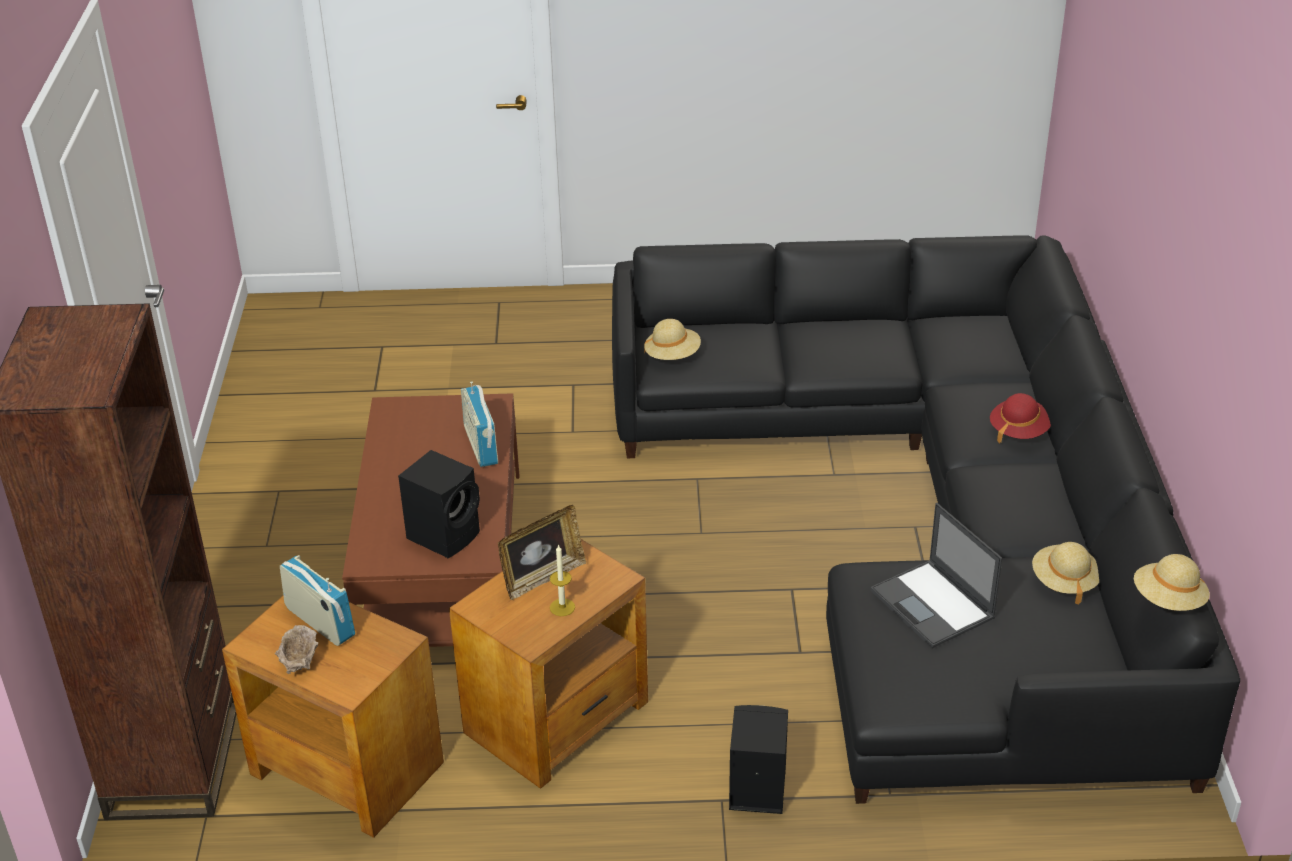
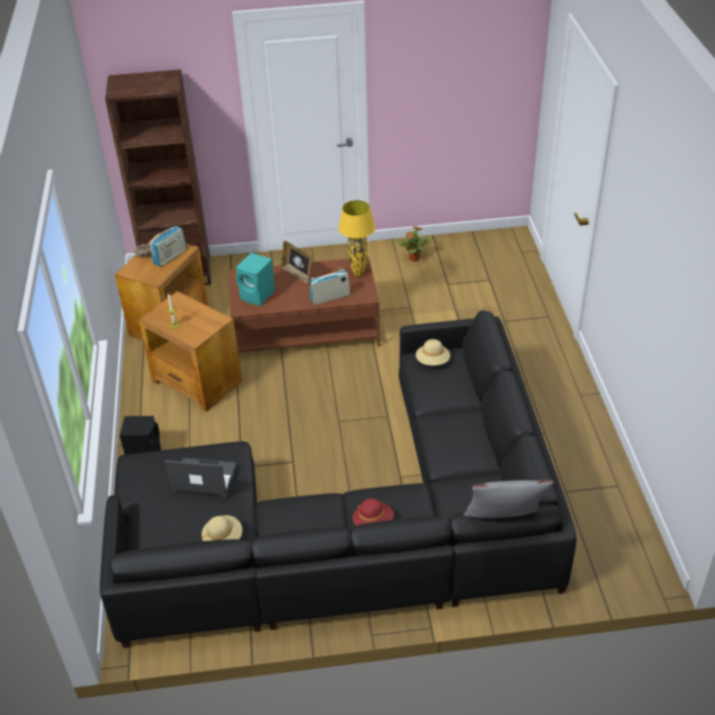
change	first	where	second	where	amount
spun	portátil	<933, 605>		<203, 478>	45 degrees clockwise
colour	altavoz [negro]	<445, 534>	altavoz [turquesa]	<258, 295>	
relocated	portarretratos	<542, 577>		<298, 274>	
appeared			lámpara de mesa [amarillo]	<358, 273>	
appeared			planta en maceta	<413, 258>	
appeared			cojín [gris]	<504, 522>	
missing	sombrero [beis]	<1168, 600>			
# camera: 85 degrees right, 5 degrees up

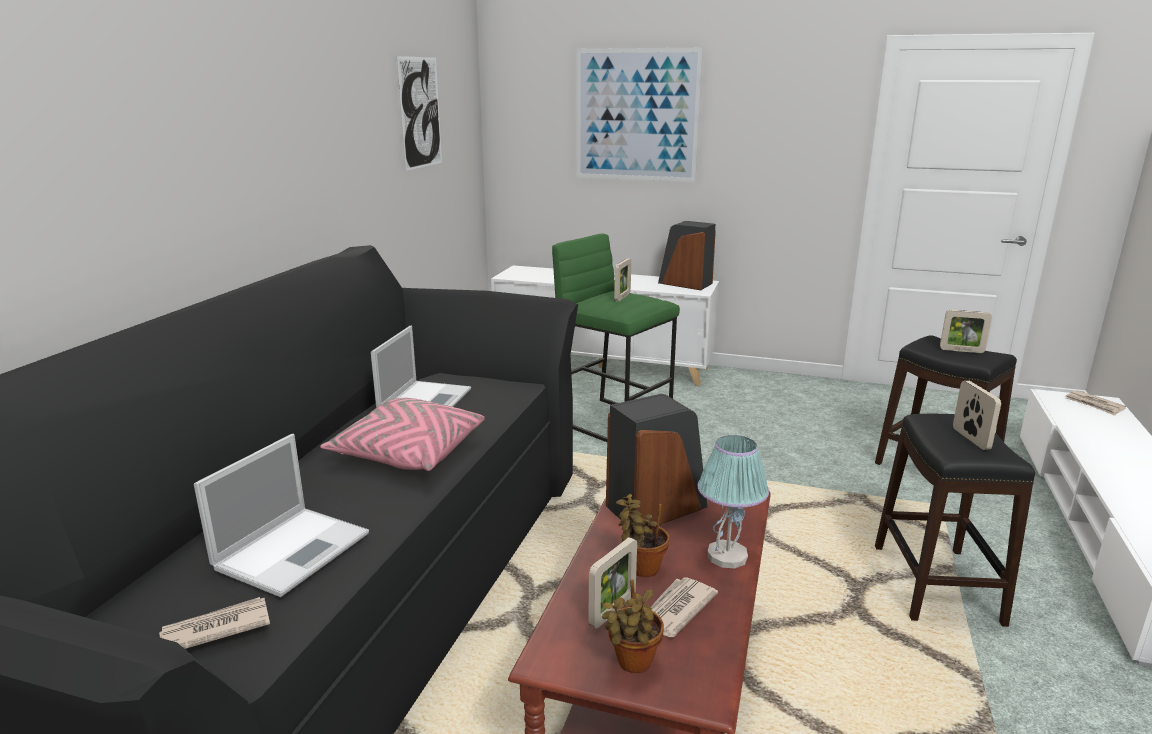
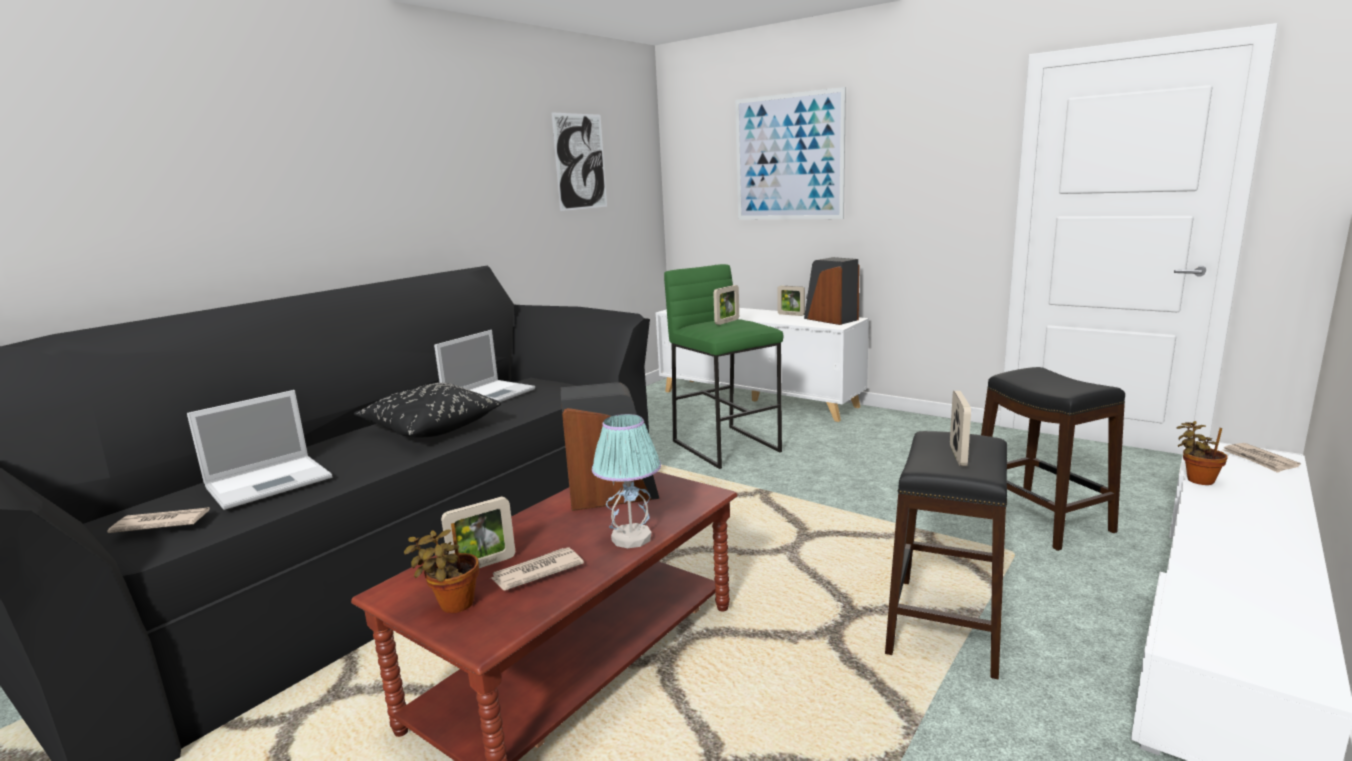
change	first	where	second	where	amount
colour	cojín [rosa]	<408, 453>	cojín [negro]	<430, 428>	
relocated	portarretratos	<961, 350>		<791, 315>	
relocated	planta en maceta	<640, 567>		<1197, 479>	
# camera: 20 degrees right, 5 degrees down

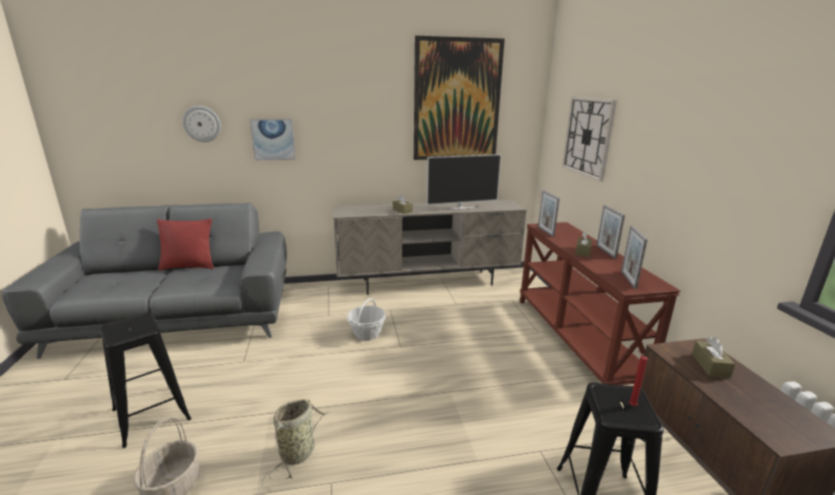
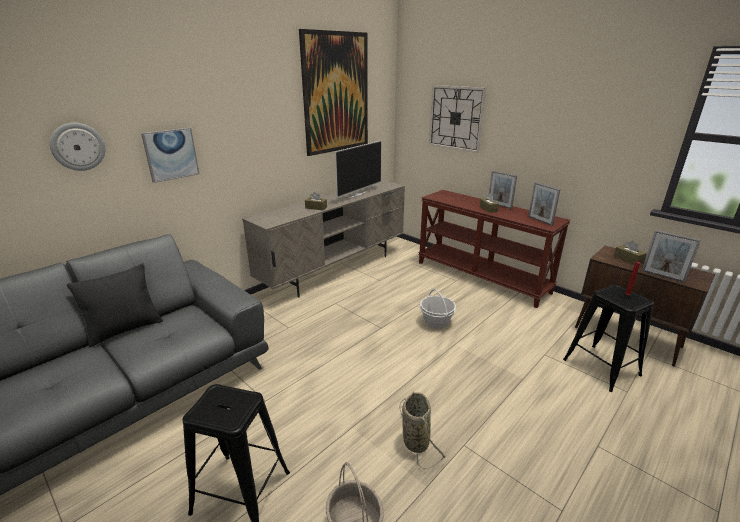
change	first	where	second	where	amount
colour	cojín [rojo]	<189, 266>	cojín [negro]	<125, 329>	
relocated	cesta	<367, 333>		<436, 322>	
relocated	portarretratos	<545, 231>		<662, 276>	
# camera: 35 degrees left, 5 degrees up

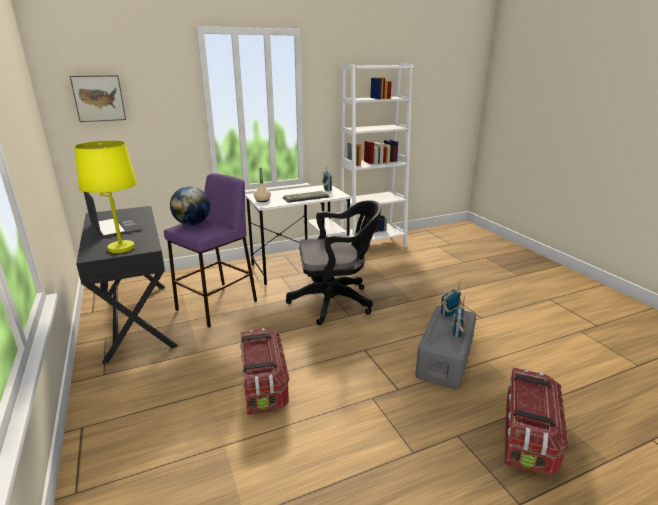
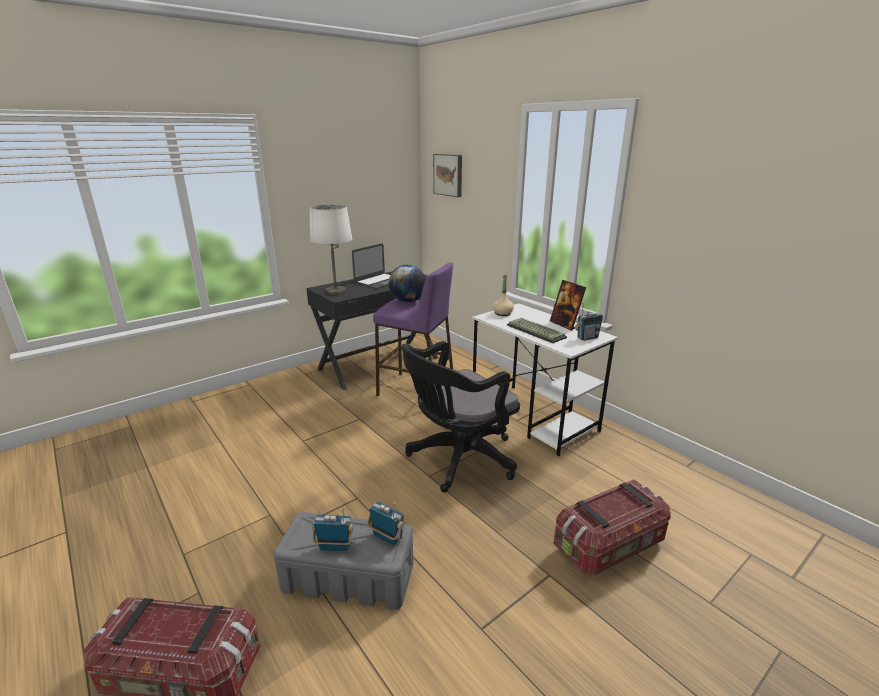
change	first	where	second	where	amount
colour	lámpara de mesa [amarillo]	<121, 248>	lámpara de mesa [blanco]	<336, 291>	
spun	silla de oficina [negro]	<335, 302>		<458, 460>	75 degrees clockwise
appeared			portarretratos	<565, 324>	
relocated	caja de almacenaje	<263, 384>		<610, 546>	
missing	estantería [blanco]	<372, 245>			
# camera: 75 degrees right, 0 degrees up

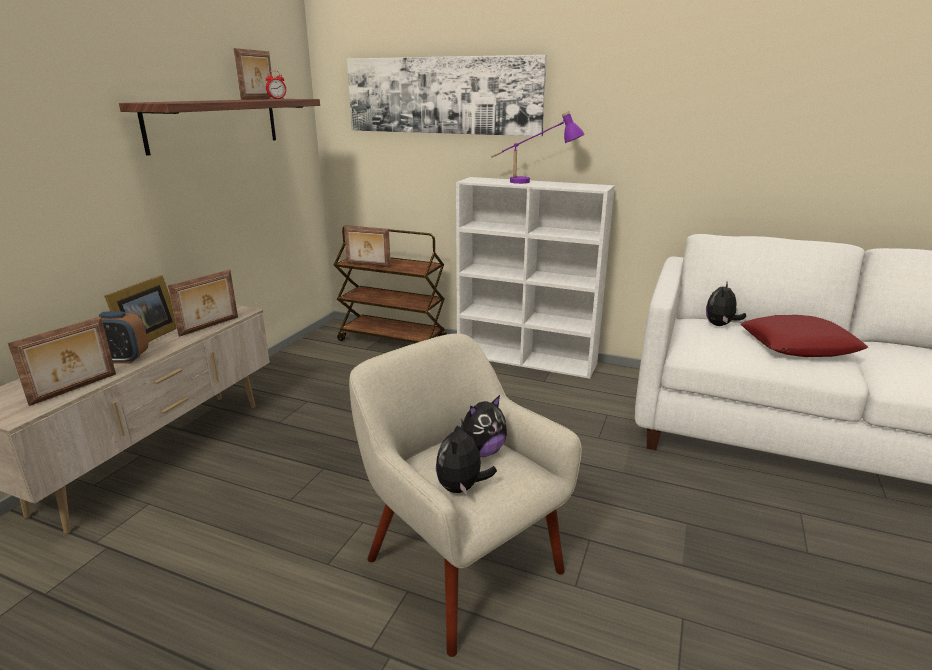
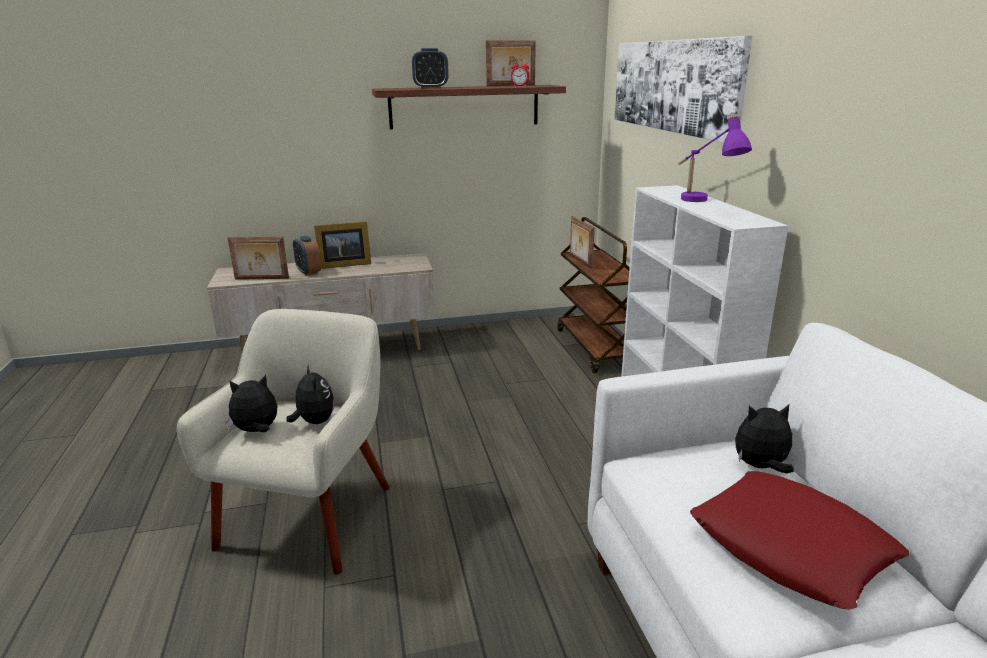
change	first	where	second	where	amount
spun	peluche	<481, 452>		<314, 422>	135 degrees counterclockwise
appeared			despertador	<431, 88>	
missing	portarretratos	<210, 326>			
# camera: 55 degrees right, 0 degrees up

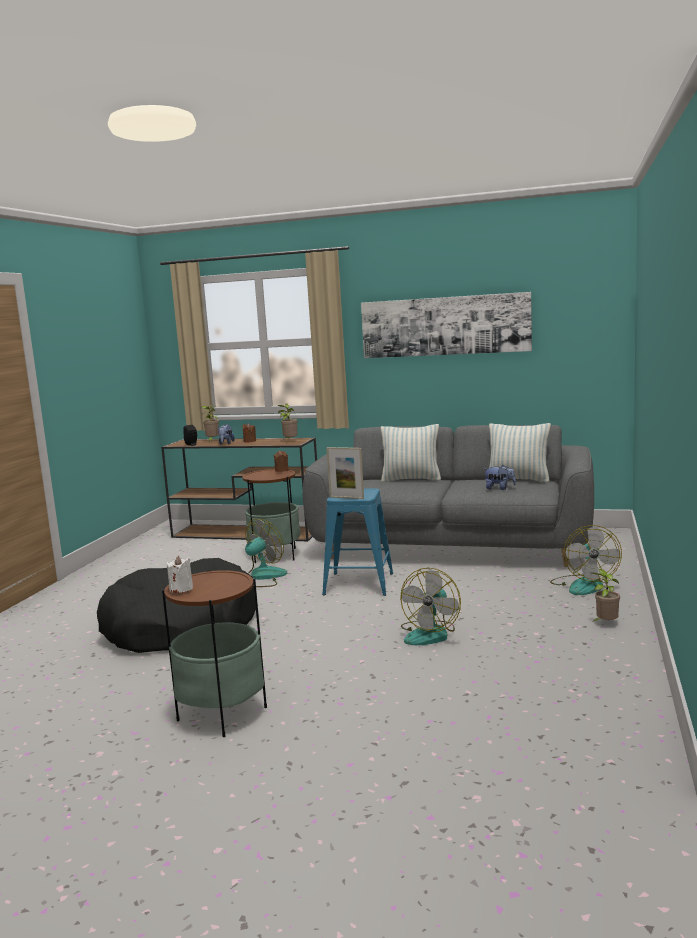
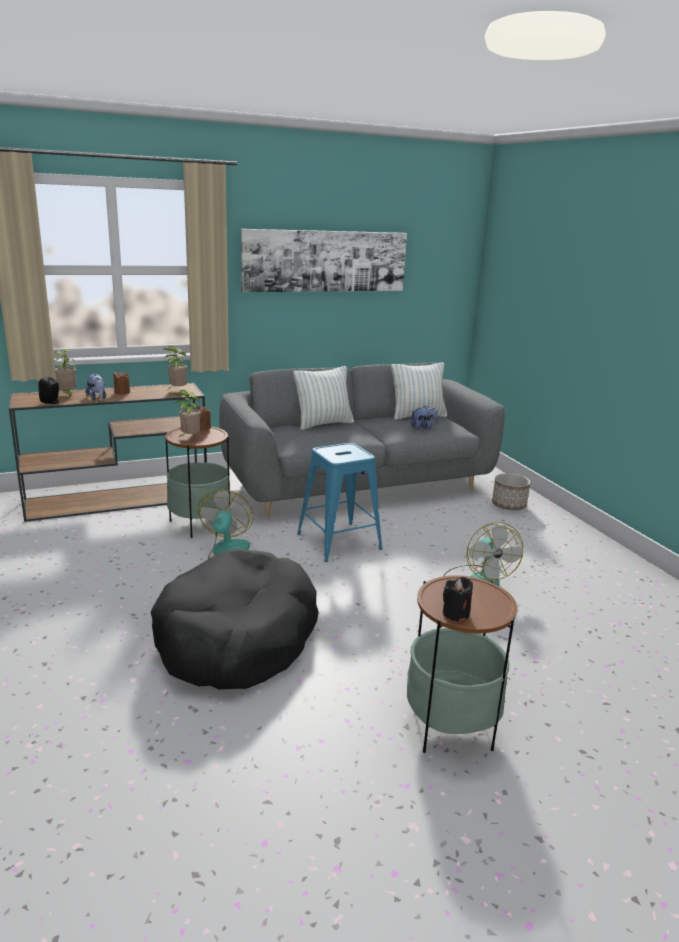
change	first	where	second	where	amount
relocated	planta en maceta	<605, 624>		<189, 438>	
colour	vela [blanco]	<181, 589>	vela [negro]	<455, 613>	
exchanged	ventilador	<583, 585>	maceta	<509, 505>	
missing	portarretratos	<346, 498>			
# camera: 40 degrees left, 10 degrees up

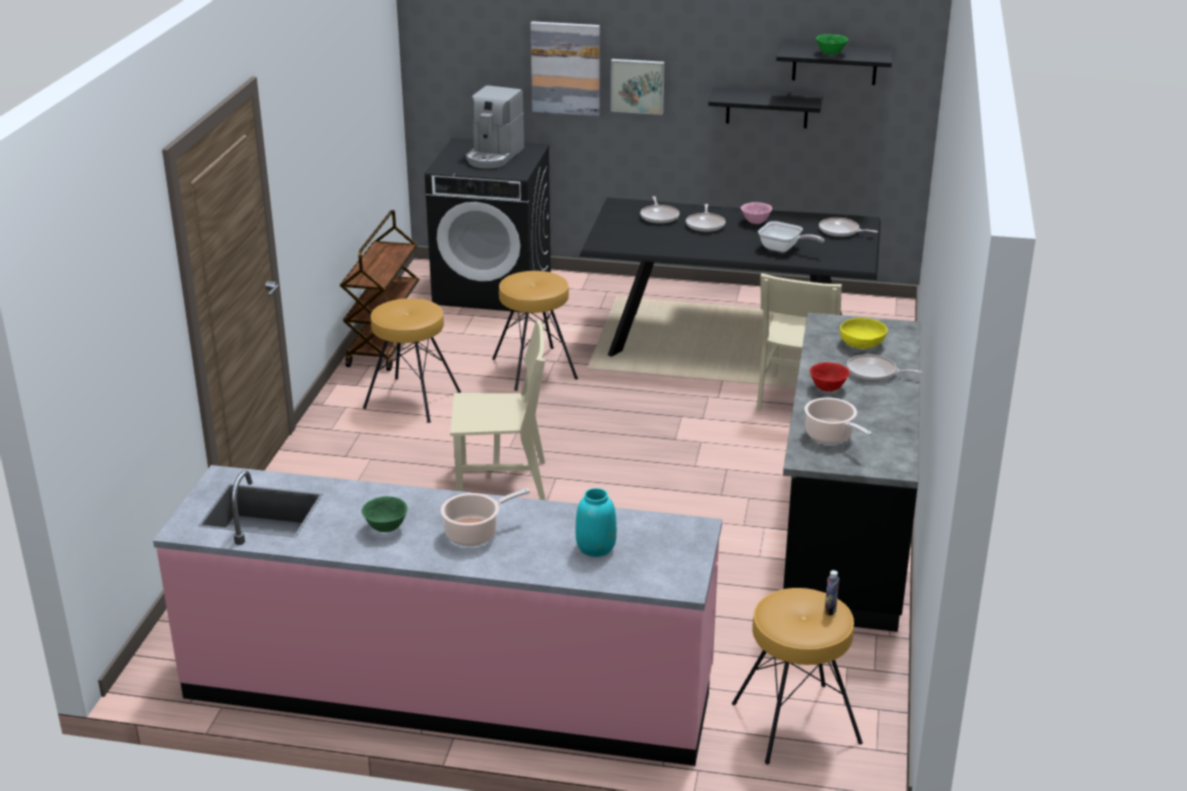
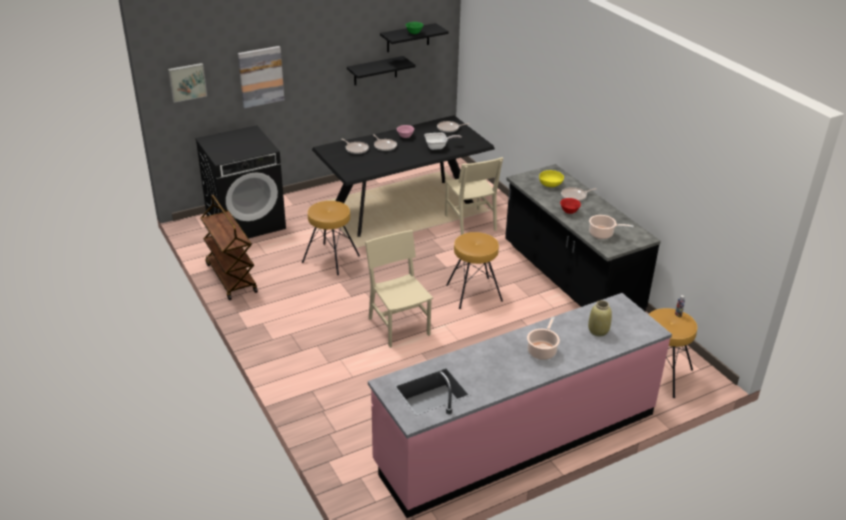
change	first	where	second	where	amount
relocated	cuadro	<637, 85>		<187, 82>	
spun	silla [beis]	<502, 482>		<399, 326>	75 degrees counterclockwise
relocated	taburete [marrón]	<412, 399>		<473, 292>	
colour	florero [turquesa]	<595, 547>	florero [beis]	<598, 331>	
missing	cuenco [verde]	<386, 528>			
missing	cafetera	<494, 156>			
# camera: 40 degrees left, 5 degrees up

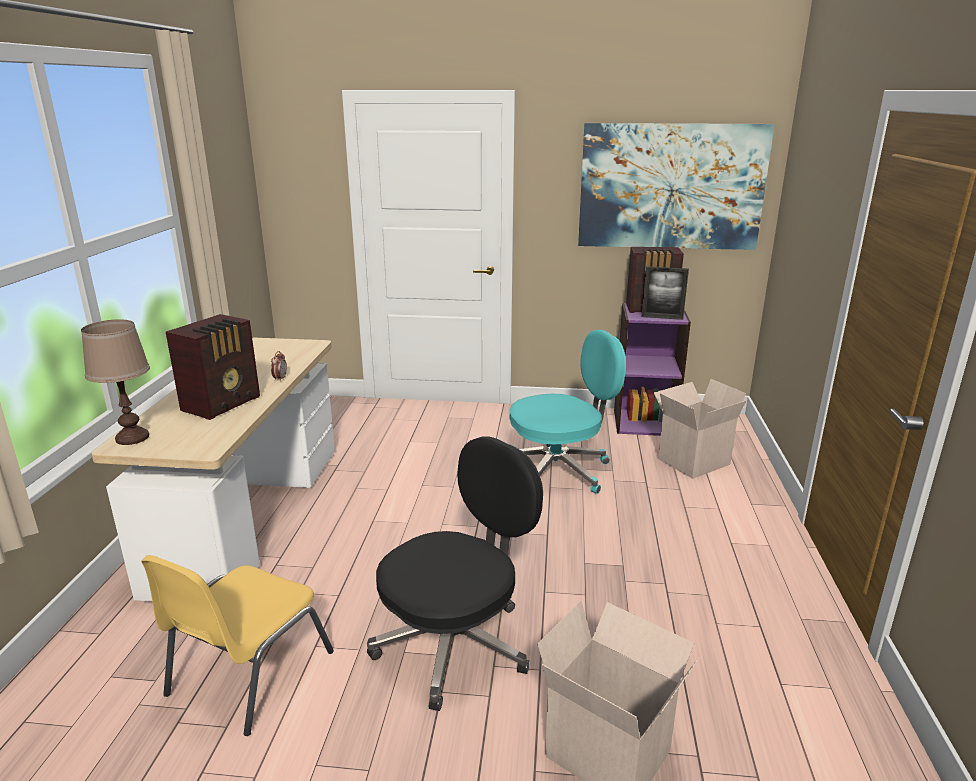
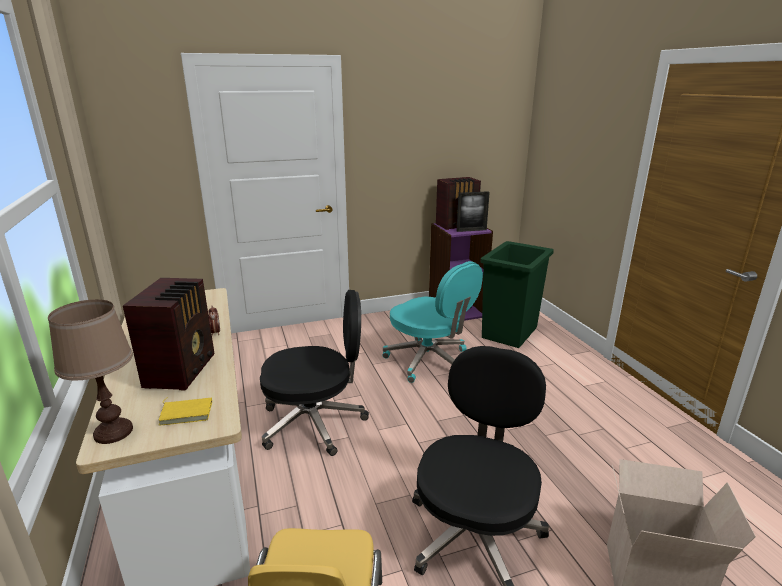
change	first	where	second	where	amount
appeared			libro [amarillo]	<187, 412>	
appeared			silla de oficina [negro]	<315, 422>	
spun	silla de oficina [turquesa]	<559, 470>		<429, 361>	90 degrees clockwise
exchanged	caja de cartón	<693, 460>	papelera [verde]	<510, 332>	
missing	cuadro	<671, 187>			
# camera: 25 degrees left, 0 degrees up

